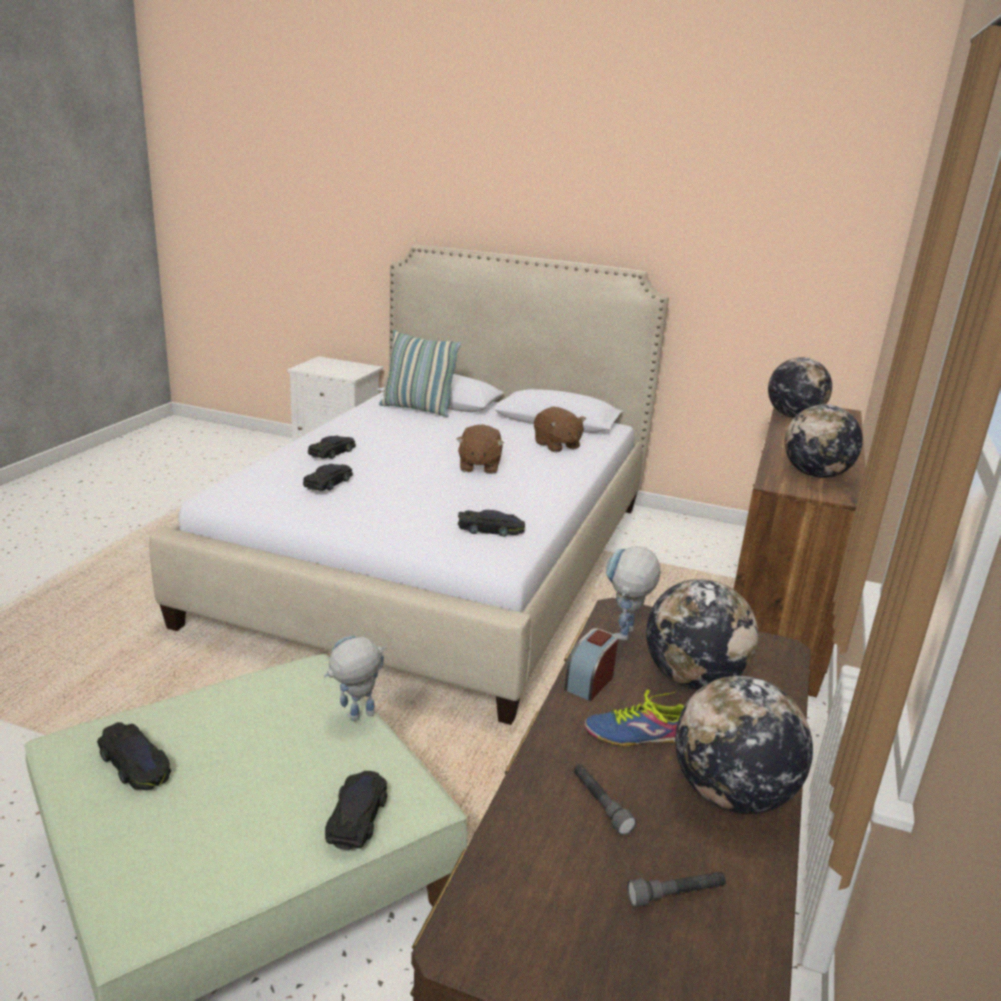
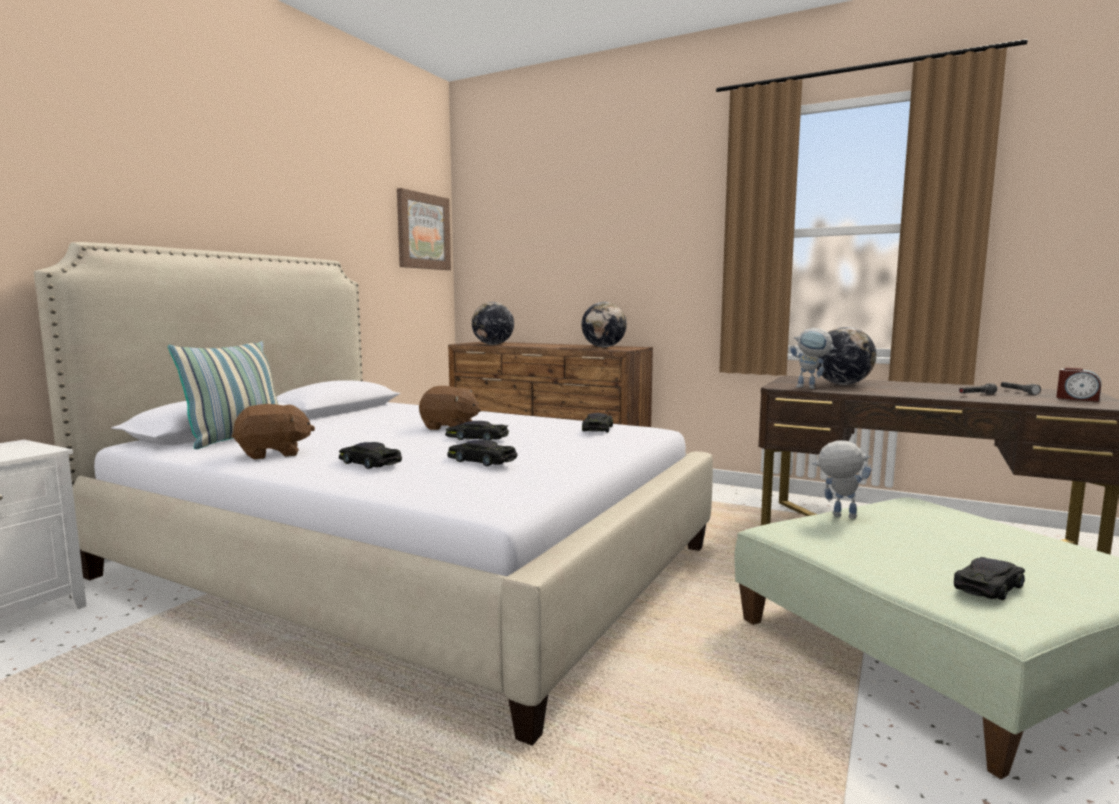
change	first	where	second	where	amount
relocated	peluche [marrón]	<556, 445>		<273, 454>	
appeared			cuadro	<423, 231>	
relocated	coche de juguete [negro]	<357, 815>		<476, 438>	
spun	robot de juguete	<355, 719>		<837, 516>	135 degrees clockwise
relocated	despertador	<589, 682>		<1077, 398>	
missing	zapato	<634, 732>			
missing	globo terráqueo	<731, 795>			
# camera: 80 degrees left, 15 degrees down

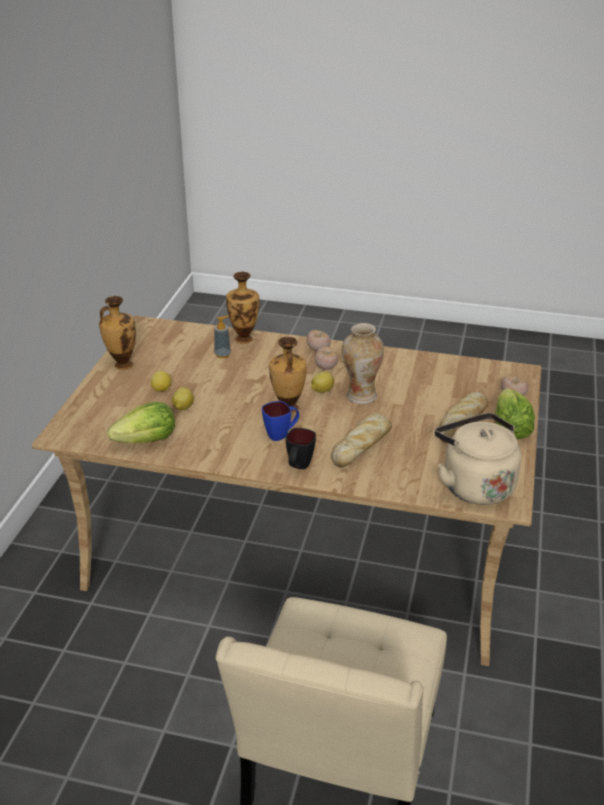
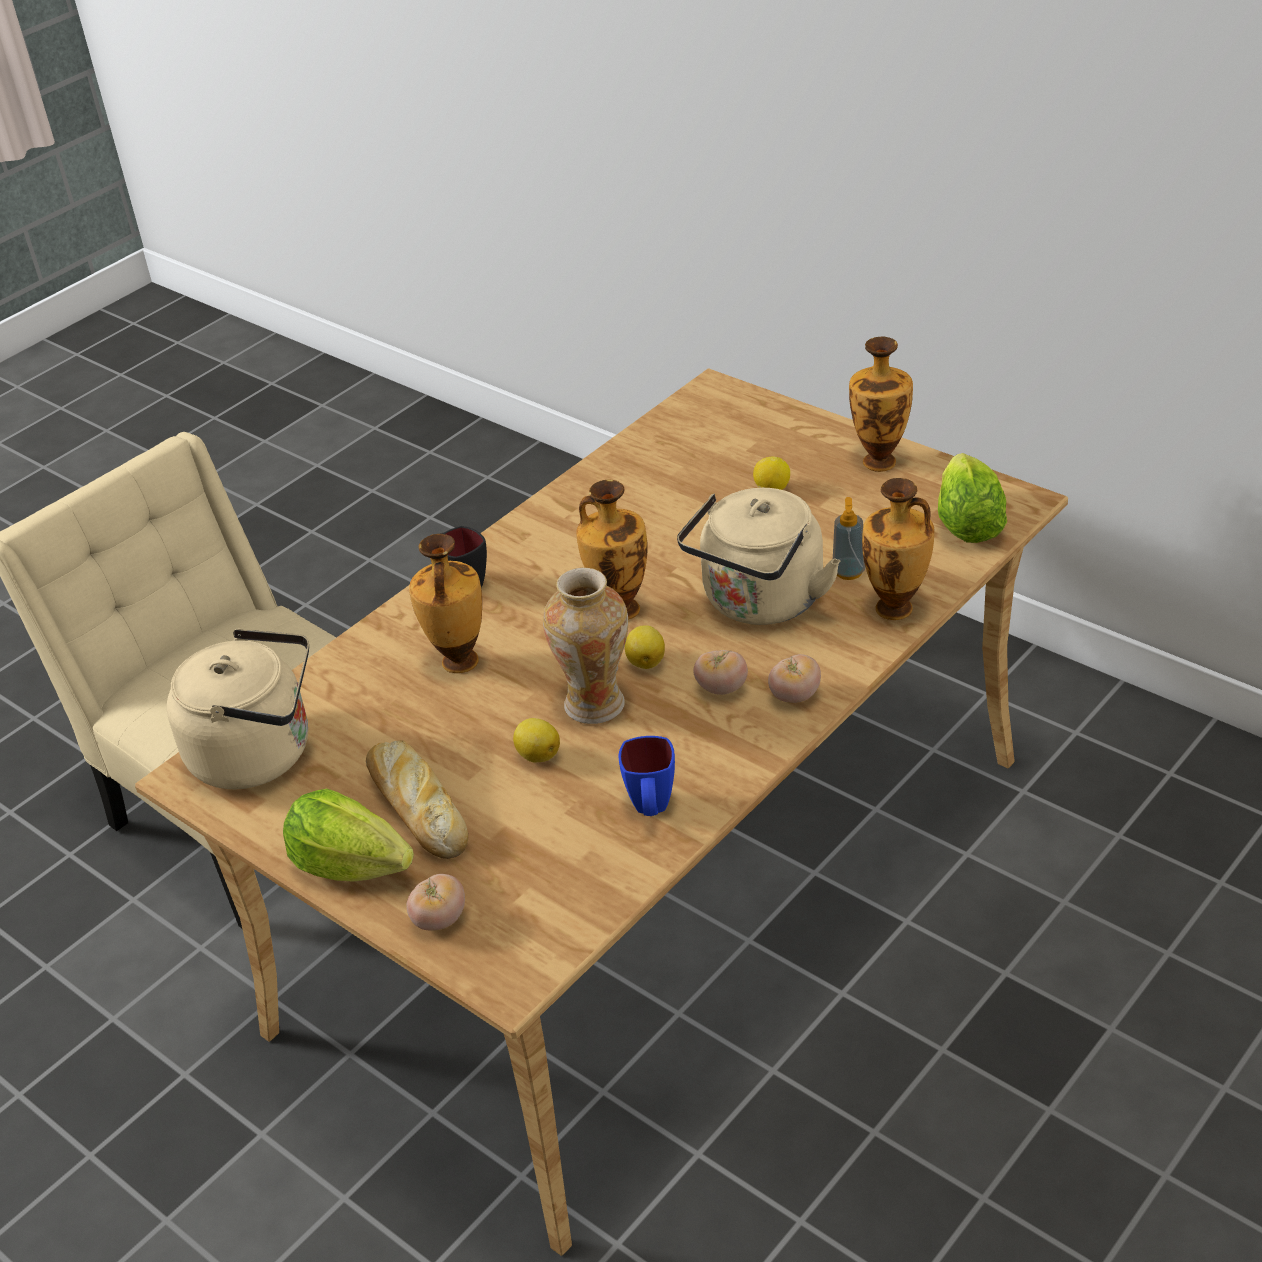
change	first	where	second	where	amount
exchanged	pan	<362, 444>	florero	<459, 663>	
relocated	limón	<183, 407>		<537, 754>	
relocated	taza grande [azul]	<281, 434>		<651, 810>	
appeared			hervidor [beis]	<760, 603>	
relocated	lechuga	<147, 441>		<968, 524>	
# camera: 120 degrees right, 5 degrees up

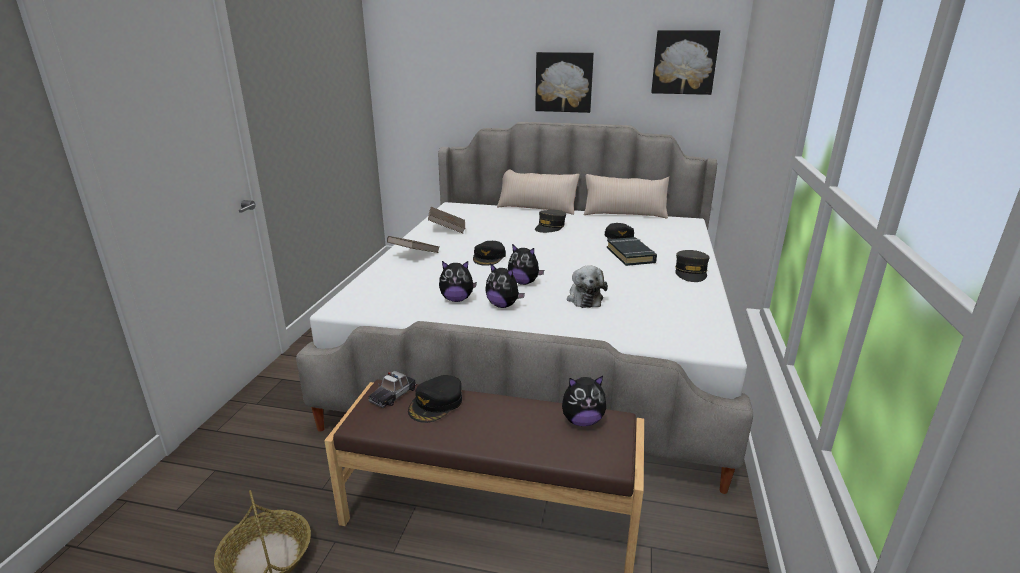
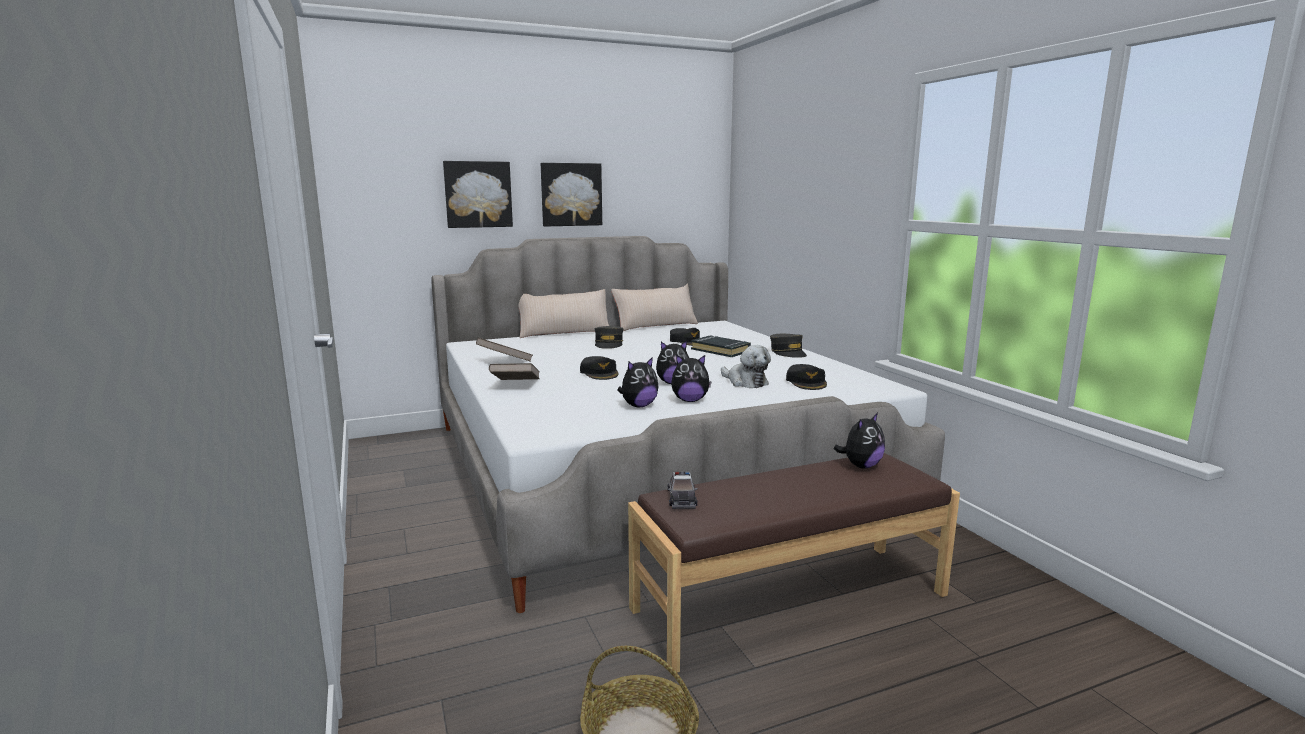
change	first	where	second	where	amount
relocated	cuadro	<684, 62>		<478, 194>	
relocated	gorra [negro]	<436, 404>		<806, 382>	
# camera: 35 degrees left, 10 degrees down

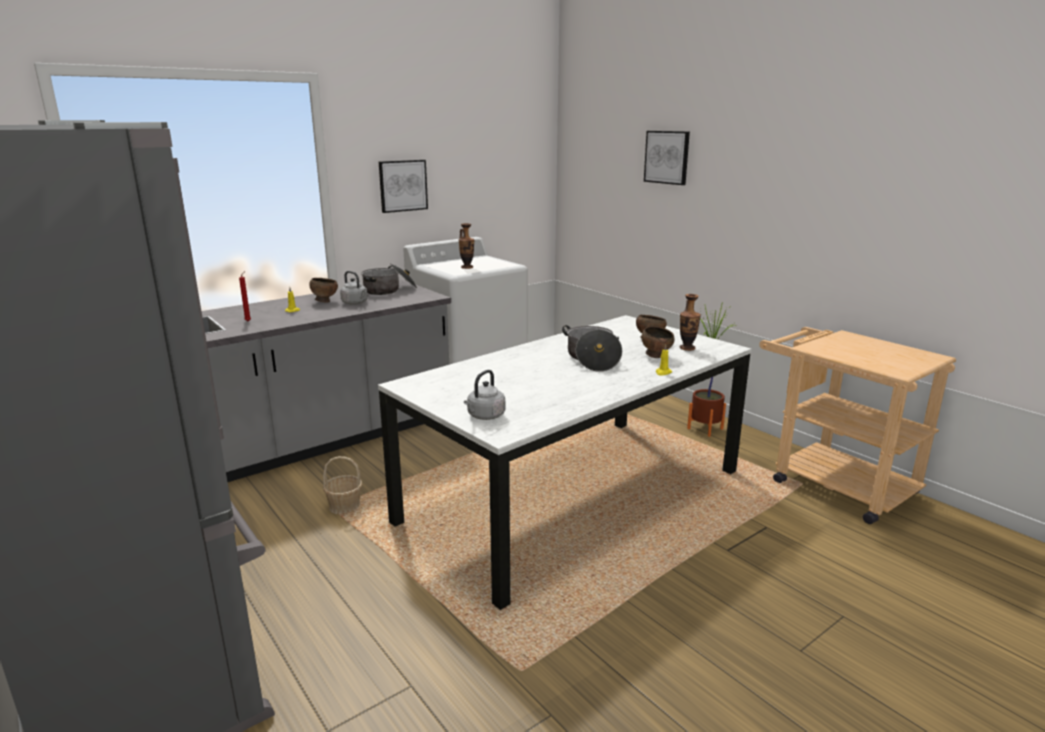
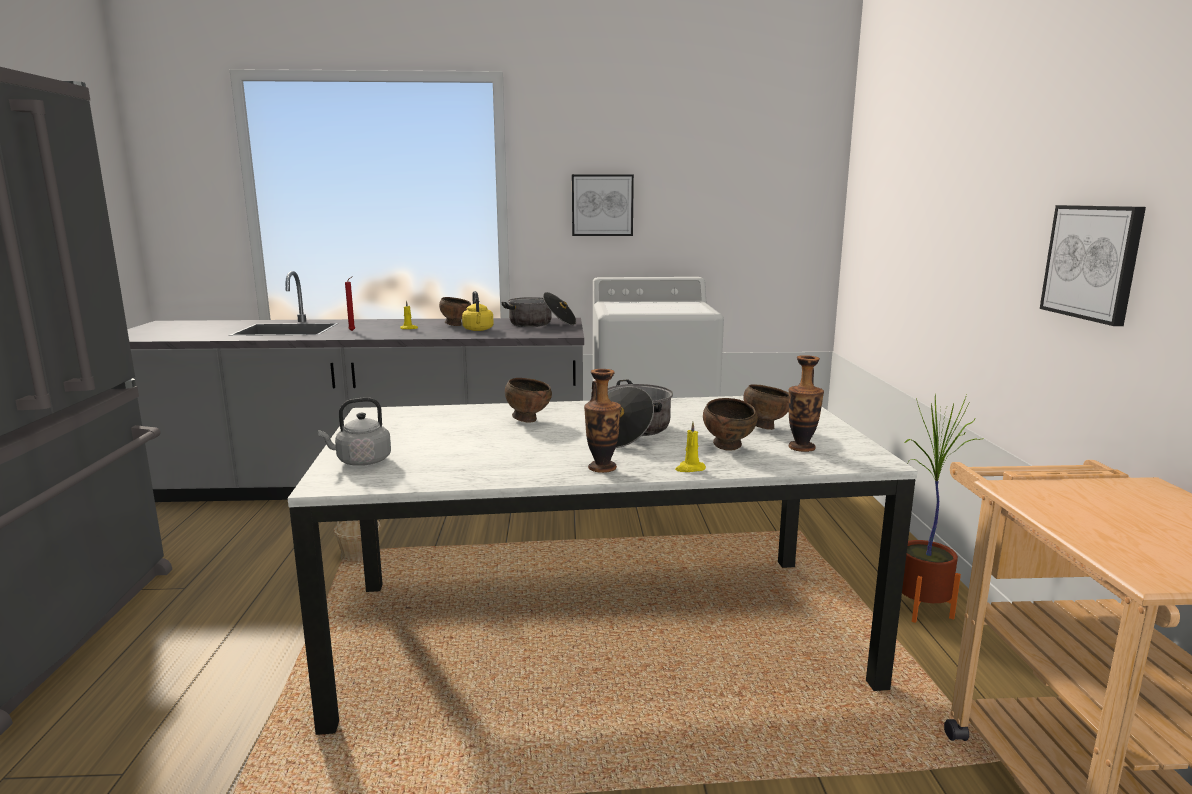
change	first	where	second	where	amount
colour	hervidor [gris]	<355, 303>	hervidor [amarillo]	<478, 330>	
appeared			cuenco [marrón]	<528, 420>	
relocated	florero	<467, 267>		<602, 468>	
relocated	cuadro	<667, 157>		<1092, 262>	
# camera: 35 degrees right, 5 degrees down

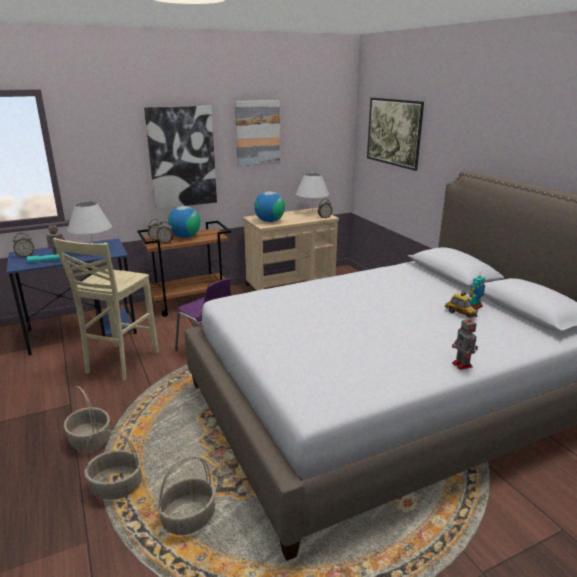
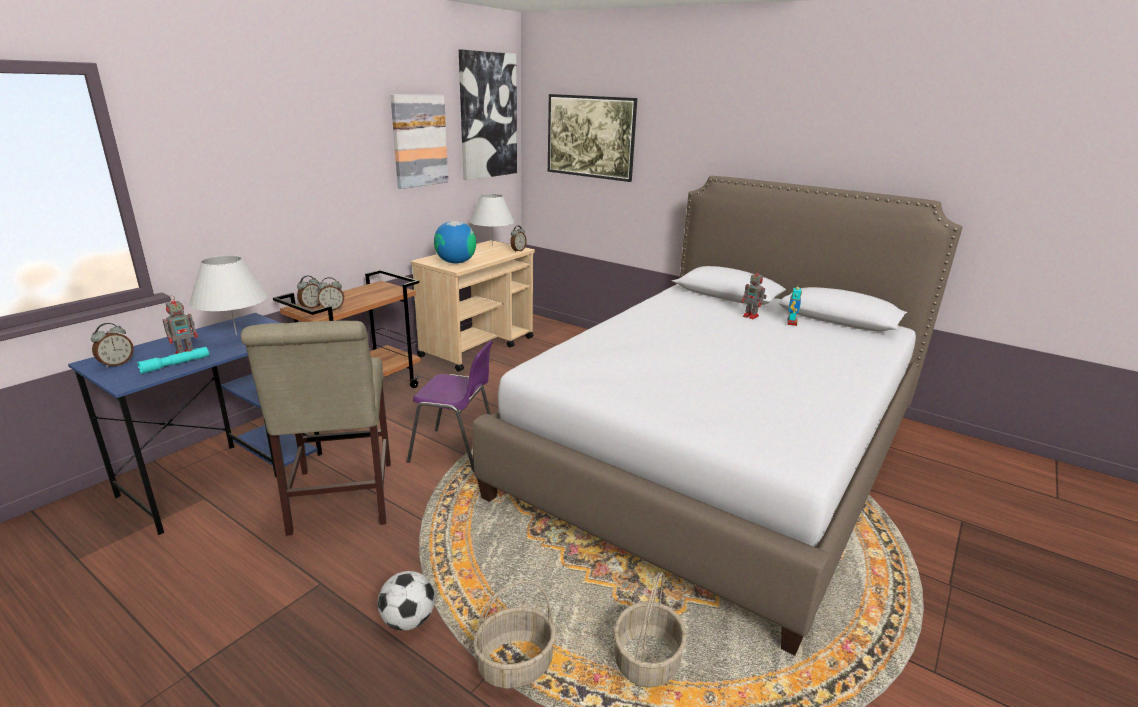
change	first	where	second	where	amount
exchanged	taburete [beis]	<120, 363>	silla [beis]	<340, 501>	
exchanged	cesta	<90, 440>	balón de fútbol	<408, 620>	
relocated	cuadro	<182, 157>		<488, 116>	
relocated	robot de juguete	<462, 365>		<751, 316>	
missing	globo terráqueo	<185, 237>			
missing	coche de juguete	<460, 314>			
# camera: 30 degrees left, 0 degrees up

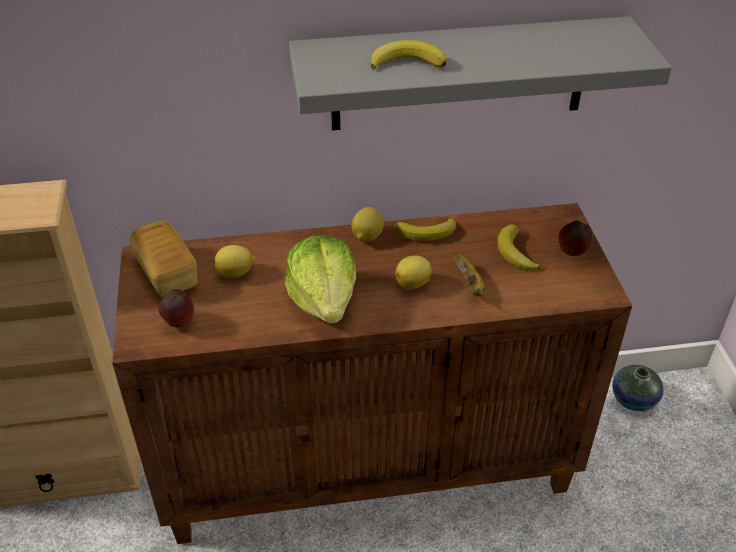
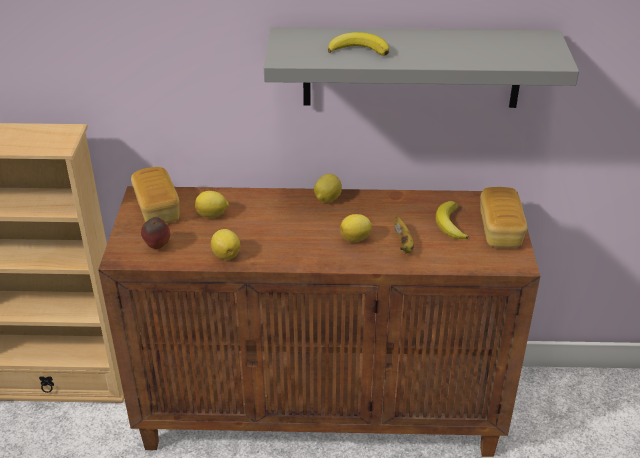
change	first	where	second	where	amount
appeared			limón	<226, 254>	
exchanged	manzana	<572, 254>	pan	<500, 230>	
missing	lechuga	<324, 299>			
missing	plátano	<427, 233>			
missing	florero	<633, 399>			
# camera: 10 degrees right, 5 degrees down

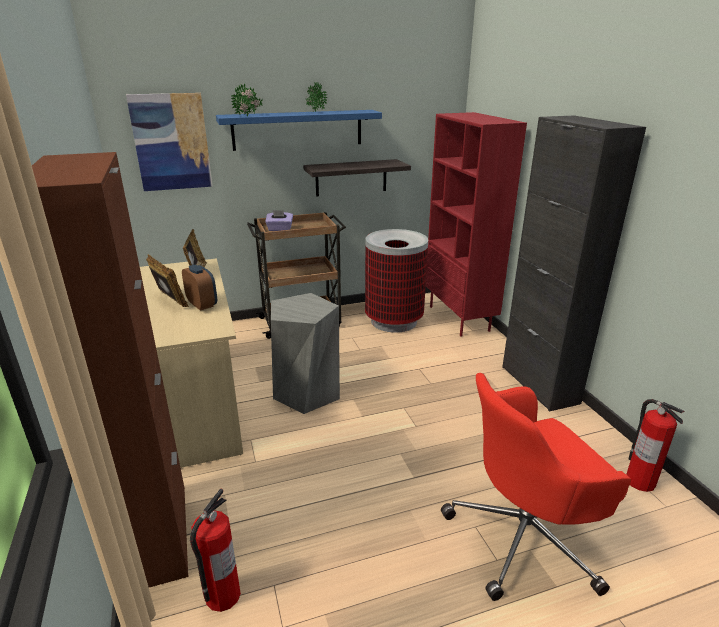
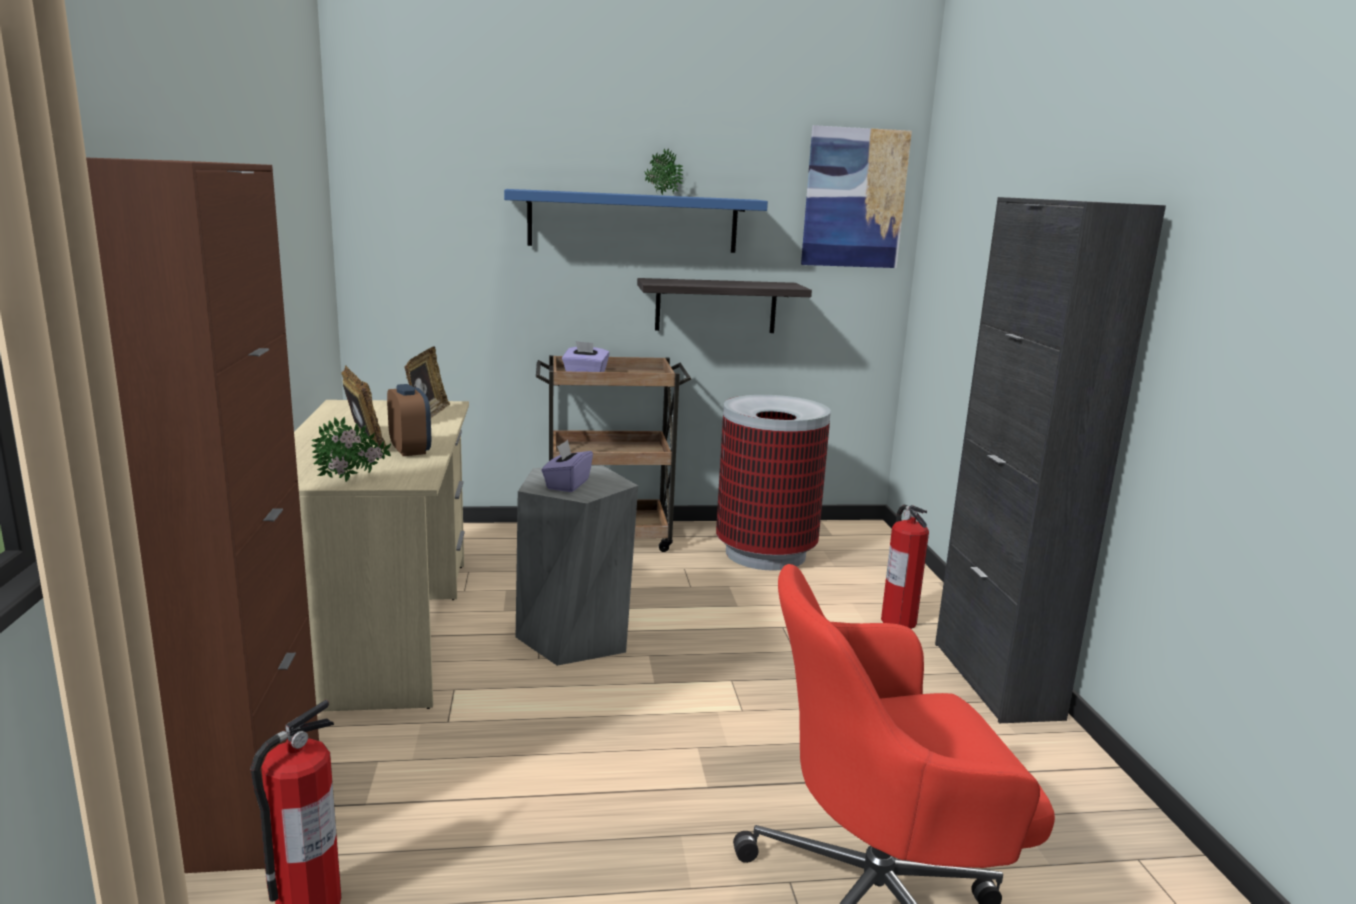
change	first	where	second	where	amount
relocated	planta en maceta	<249, 115>		<354, 479>	
appeared			caja de pañuelos [morado]	<567, 484>	
relocated	cuadro	<171, 142>		<854, 198>	
relocated	extintor	<639, 481>		<898, 620>	
missing	estantería [rojo]	<460, 318>			
# camera: 10 degrees right, 10 degrees down

